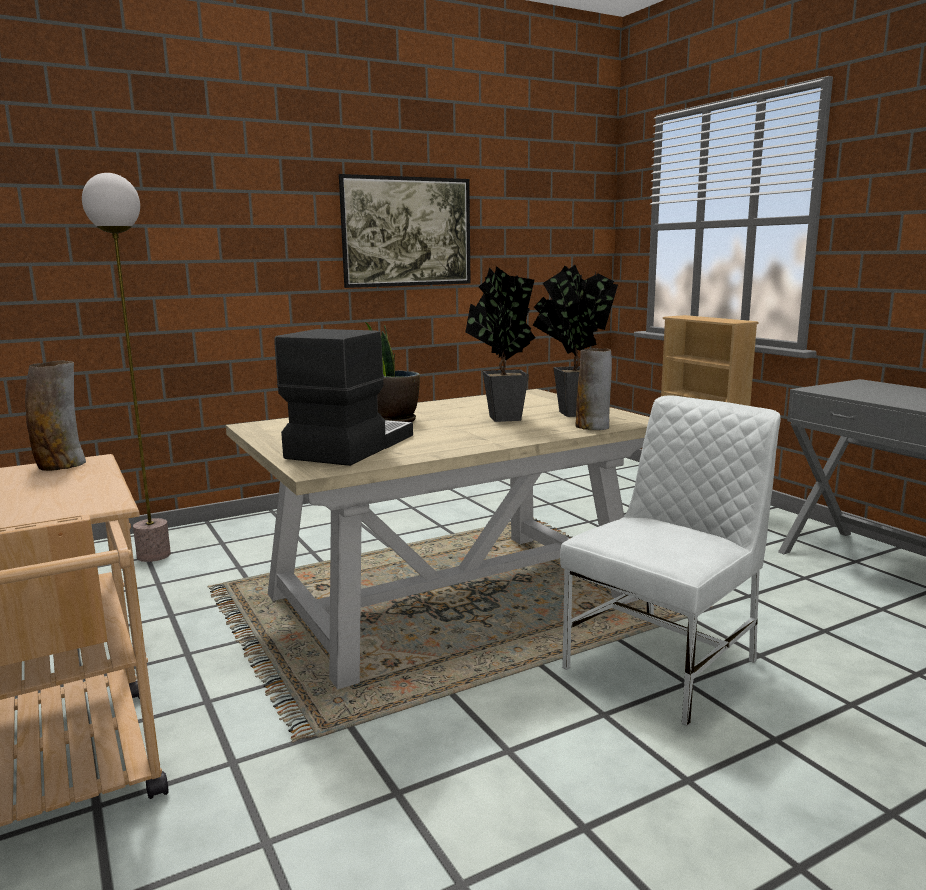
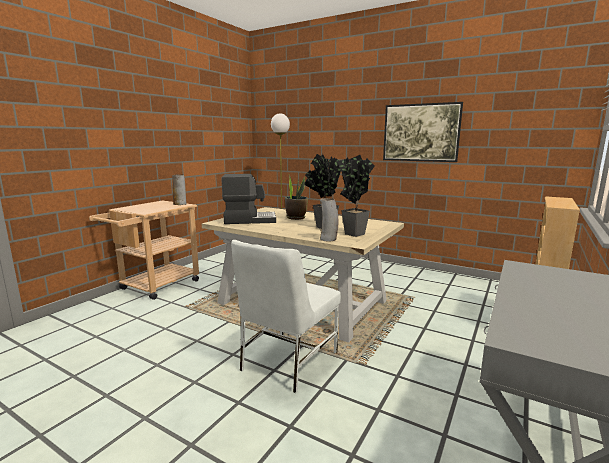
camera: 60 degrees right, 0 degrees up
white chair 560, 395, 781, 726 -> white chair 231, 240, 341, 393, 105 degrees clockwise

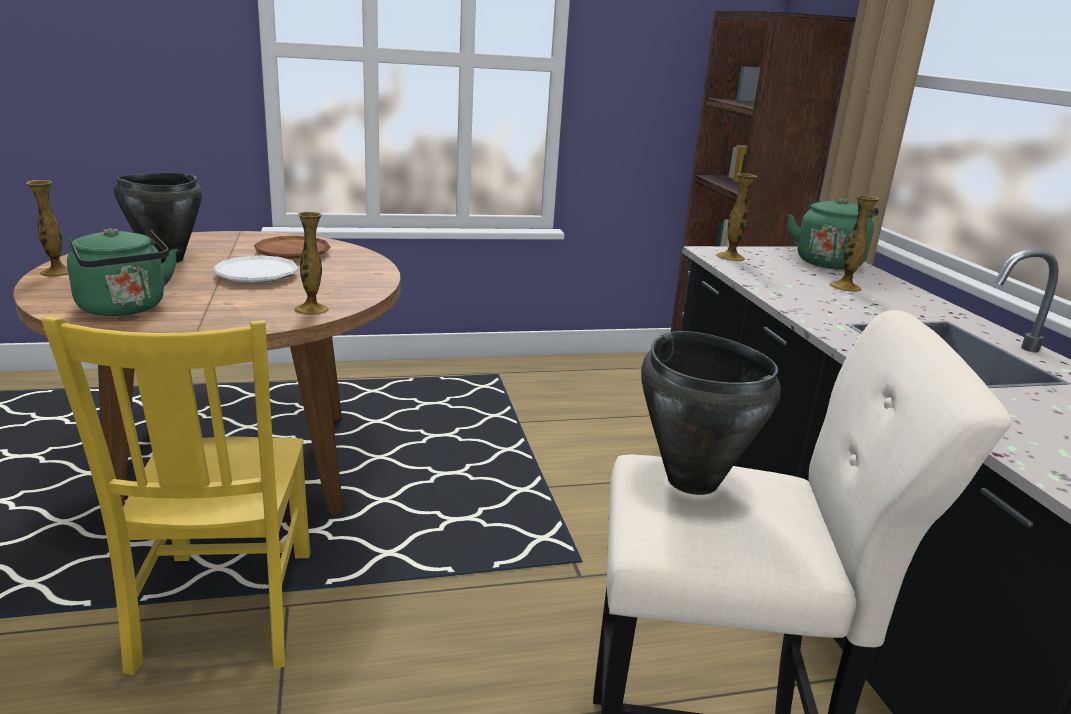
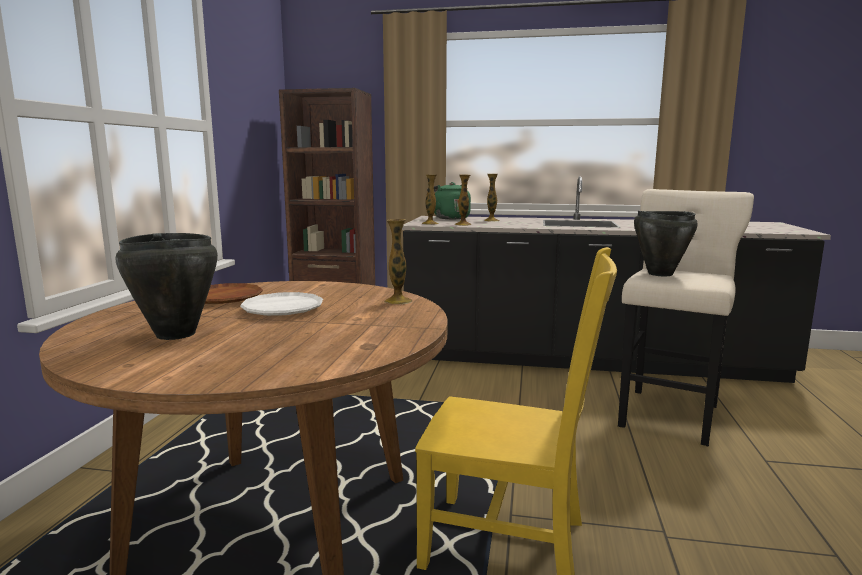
camera: 65 degrees left, 10 degrees down
vase 26, 180, 68, 277 -> vase 455, 175, 471, 226, shifted
green kettle 67, 228, 177, 316 -> none

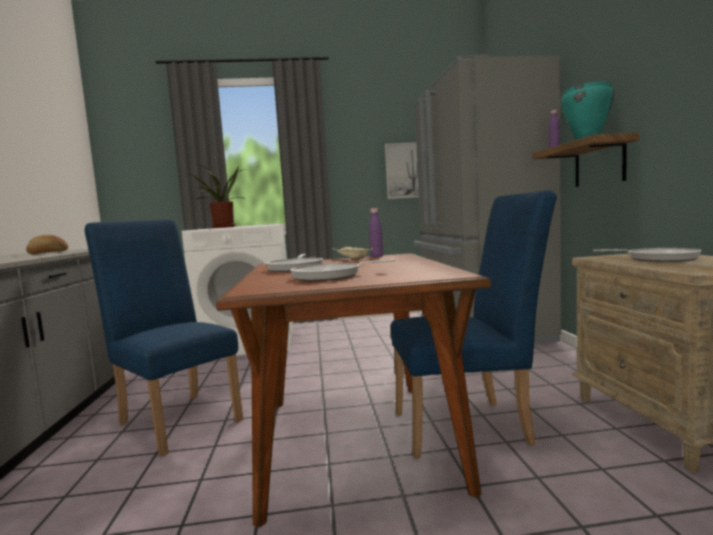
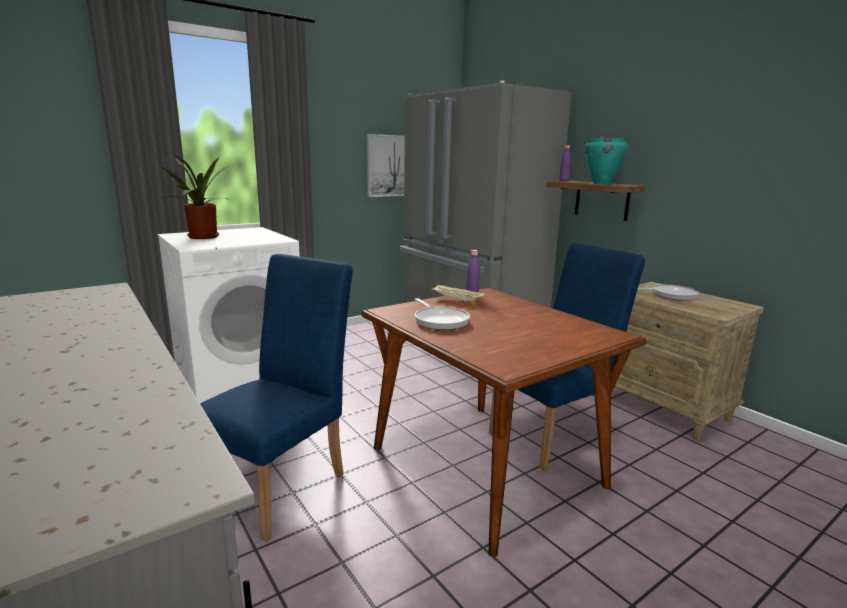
camera: 30 degrees left, 10 degrees up
blue chair 85, 219, 243, 457 -> blue chair 200, 254, 353, 542, 105 degrees clockwise
bread 26, 235, 68, 254 -> none
frying pan 291, 259, 395, 281 -> none

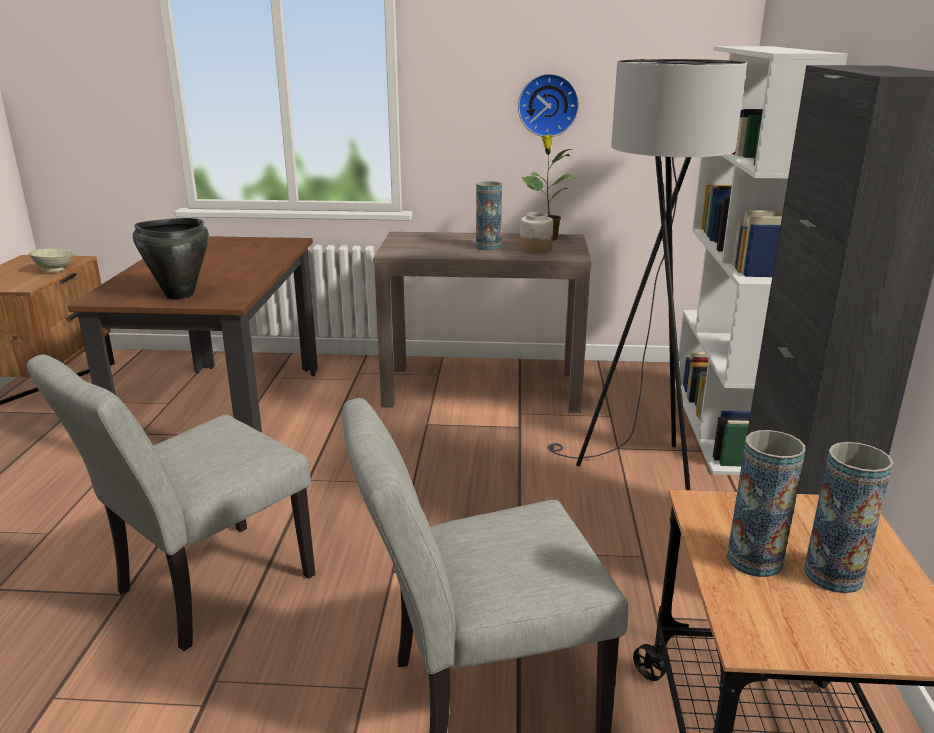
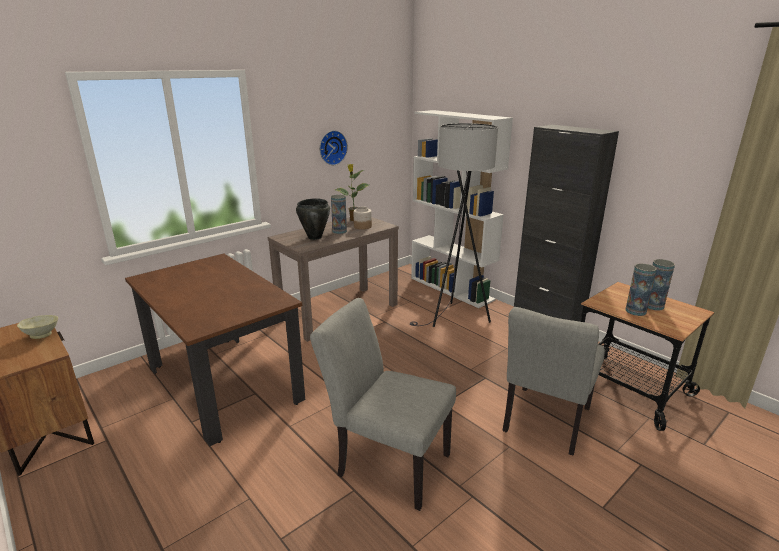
camera: 45 degrees left, 0 degrees up
black cooking pot 133, 218, 209, 299 -> black cooking pot 296, 198, 330, 240, shifted
grey chair 26, 354, 315, 651 -> grey chair 310, 298, 456, 511, 120 degrees clockwise

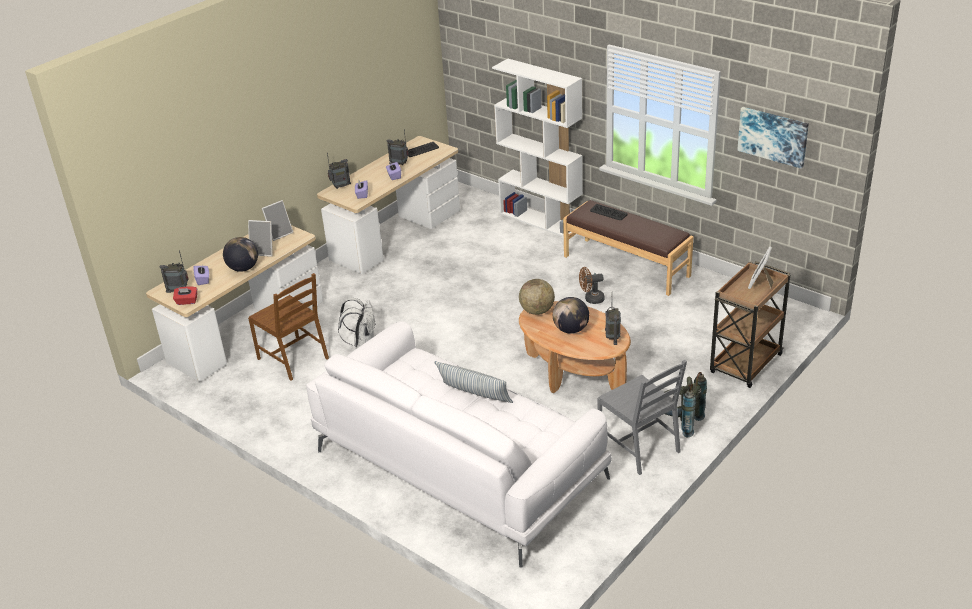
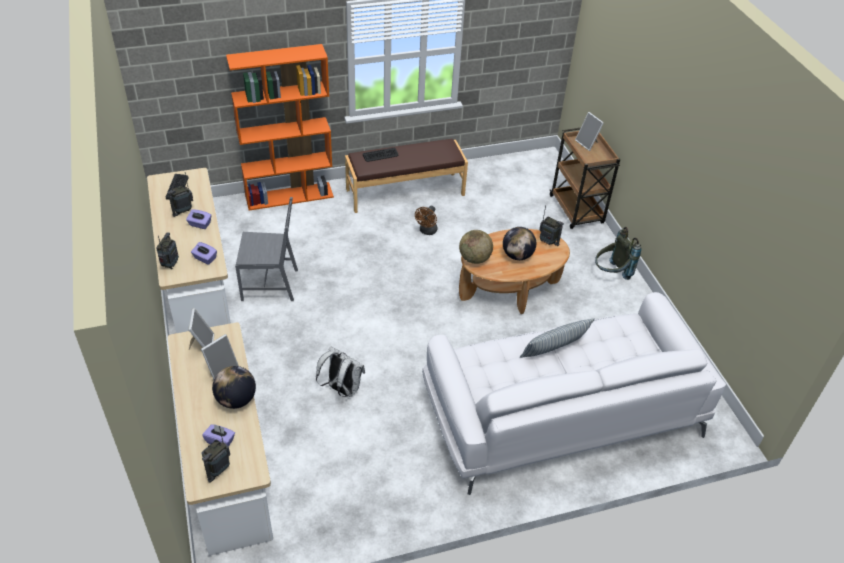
camera: 60 degrees left, 10 degrees up
white bookcase 492, 59, 583, 237 -> orange bookcase 226, 44, 334, 211
grey chair 598, 360, 687, 475 -> grey chair 235, 197, 298, 301, shifted
red tissue box 173, 286, 197, 305 -> none
brown chair 248, 273, 329, 381 -> none
picture 737, 107, 809, 169 -> none

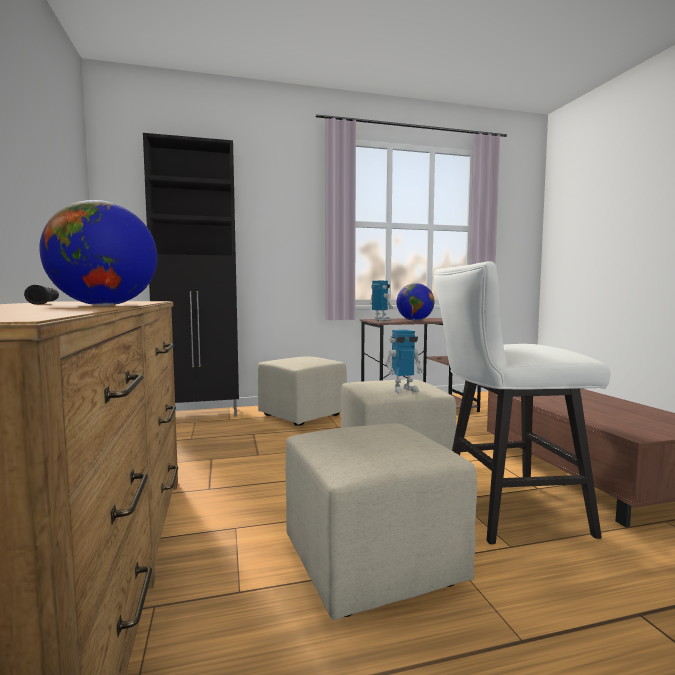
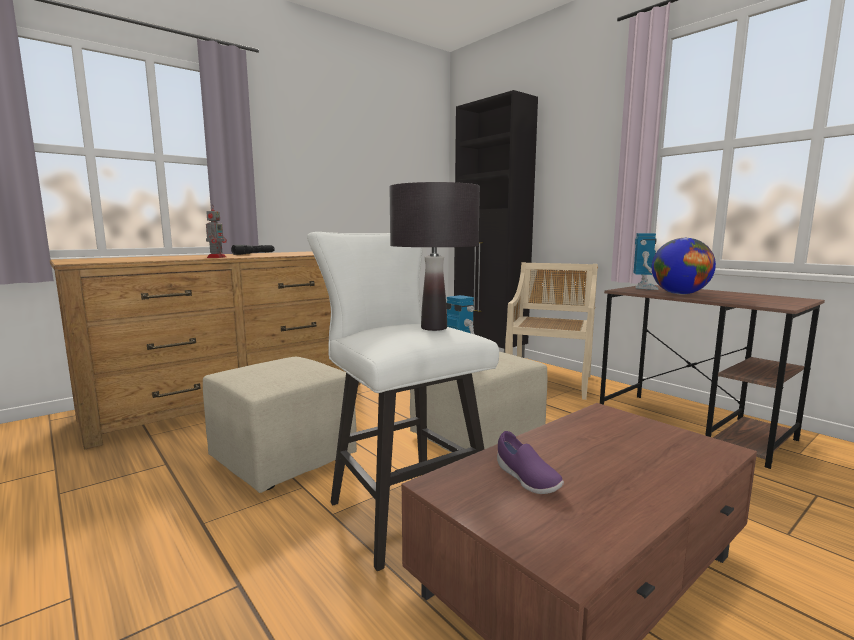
camera: 65 degrees right, 5 degrees up
globe 39, 200, 157, 306 -> toy robot 206, 204, 227, 258
none -> black table lamp 389, 182, 480, 331
none -> purple shoe 497, 431, 564, 494
beige ottoman 258, 356, 347, 426 -> beige chair 505, 262, 598, 400

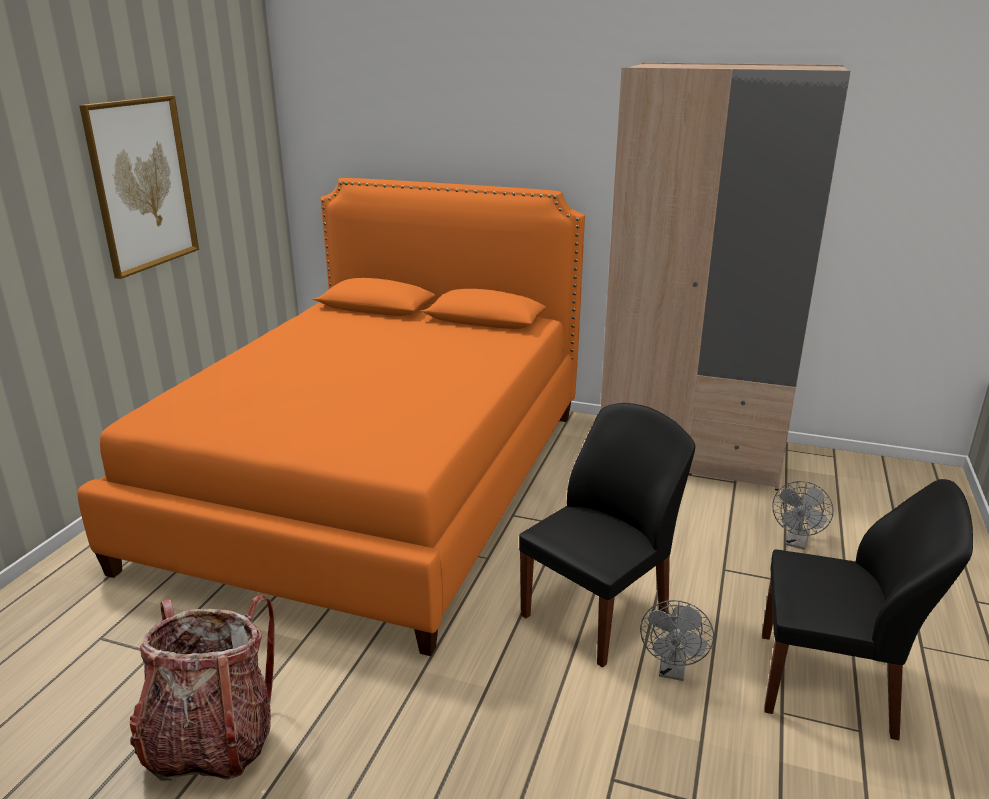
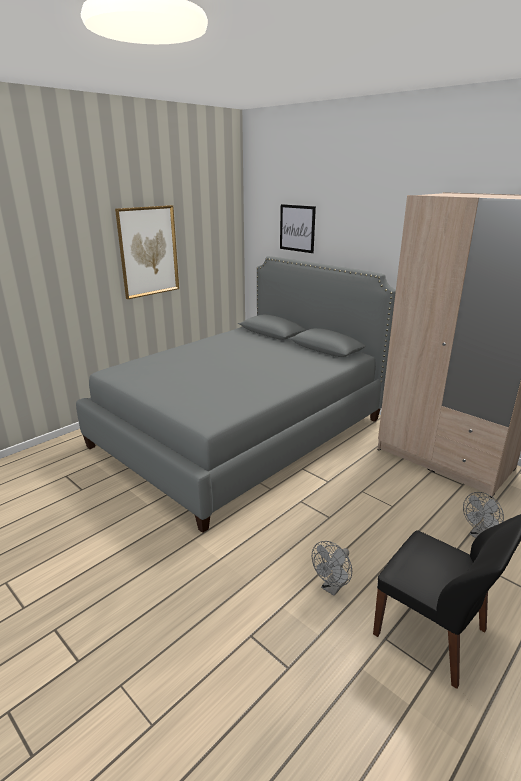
camera: 25 degrees right, 0 degrees up
orange bed 77, 178, 585, 656 -> grey bed 76, 256, 396, 533
none -> picture 280, 204, 316, 253
backpack 130, 594, 275, 781 -> none
black chair 519, 403, 695, 668 -> none

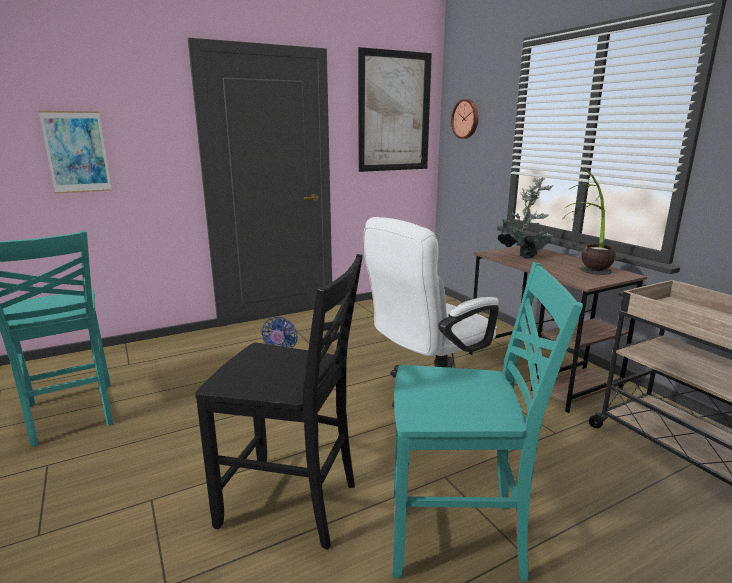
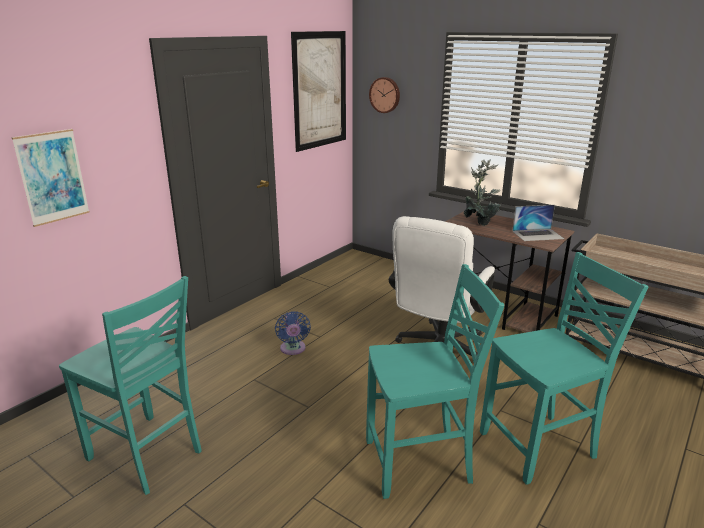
camera: 25 degrees left, 5 degrees up
black chair 195, 254, 363, 550 -> turquoise chair 366, 264, 504, 499
potted plant 565, 169, 616, 275 -> laptop 512, 205, 564, 241

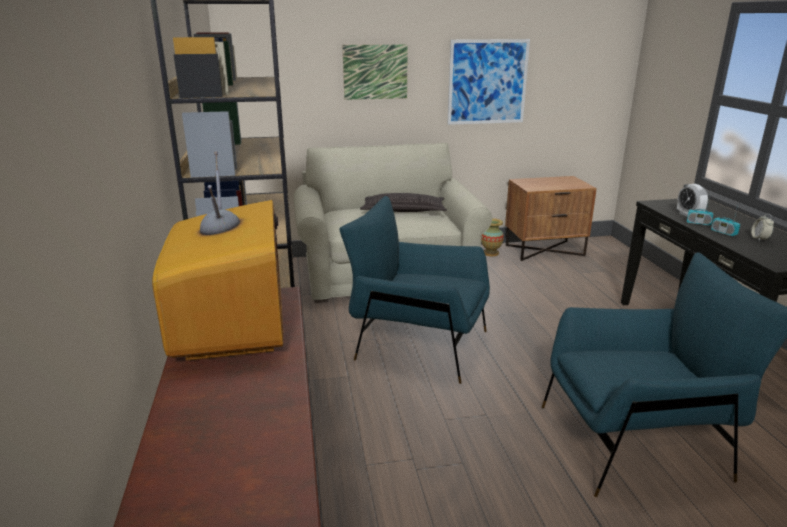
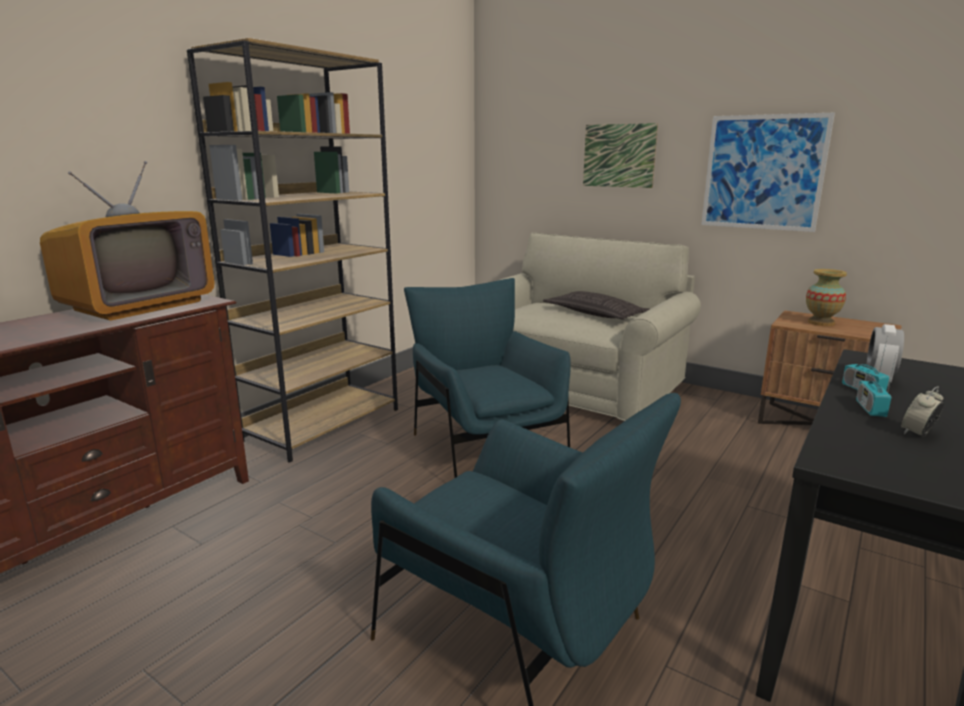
camera: 45 degrees right, 5 degrees down
vase 481, 218, 504, 256 -> vase 806, 269, 847, 326, shifted

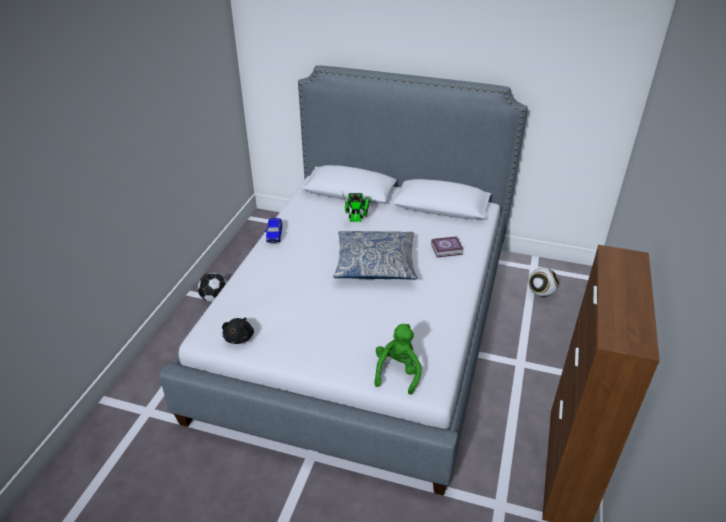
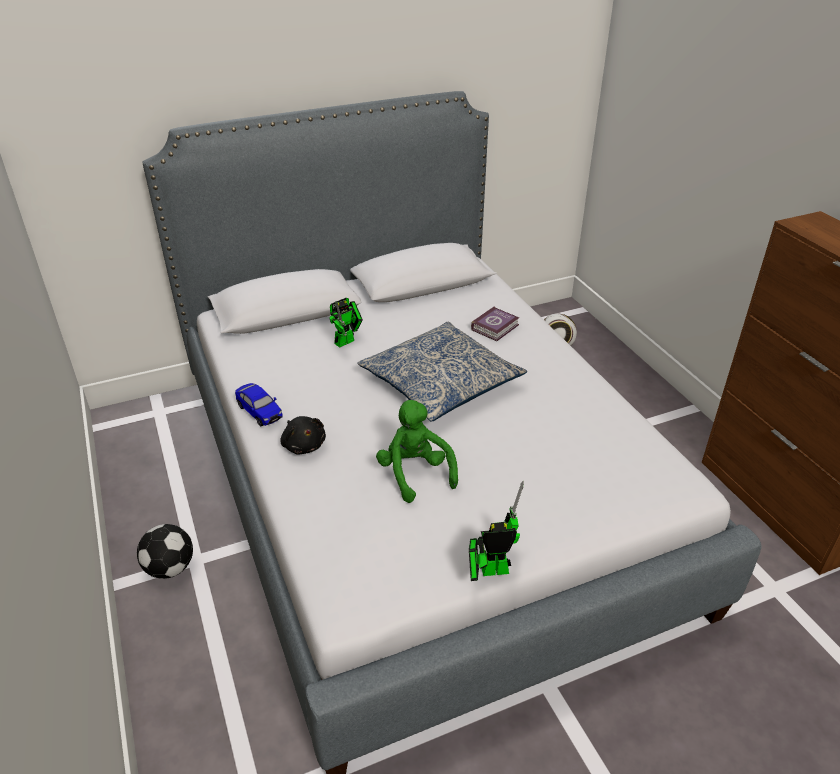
camera: 40 degrees left, 0 degrees up
black plush toy 222, 318, 254, 344 -> black plush toy 280, 416, 326, 454, shifted
green plush toy 374, 324, 422, 395 -> green plush toy 376, 400, 458, 503, shifted
none -> toy robot 469, 481, 524, 581

